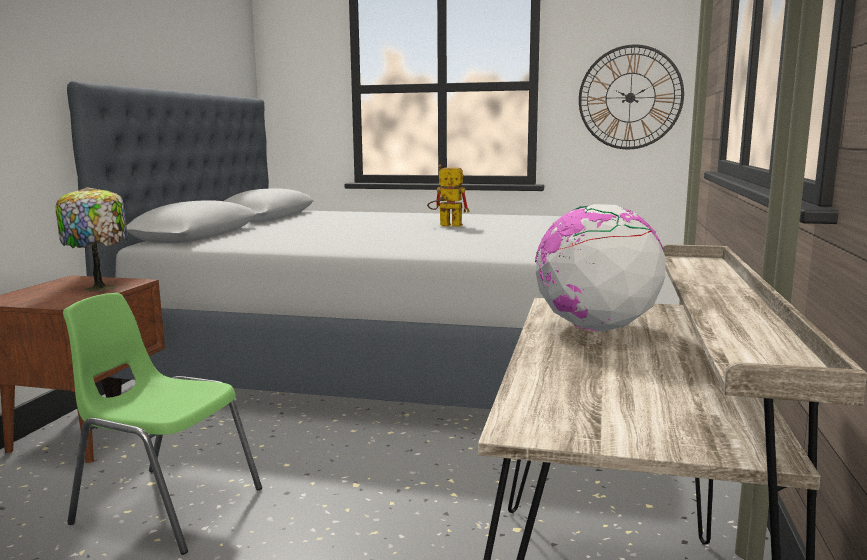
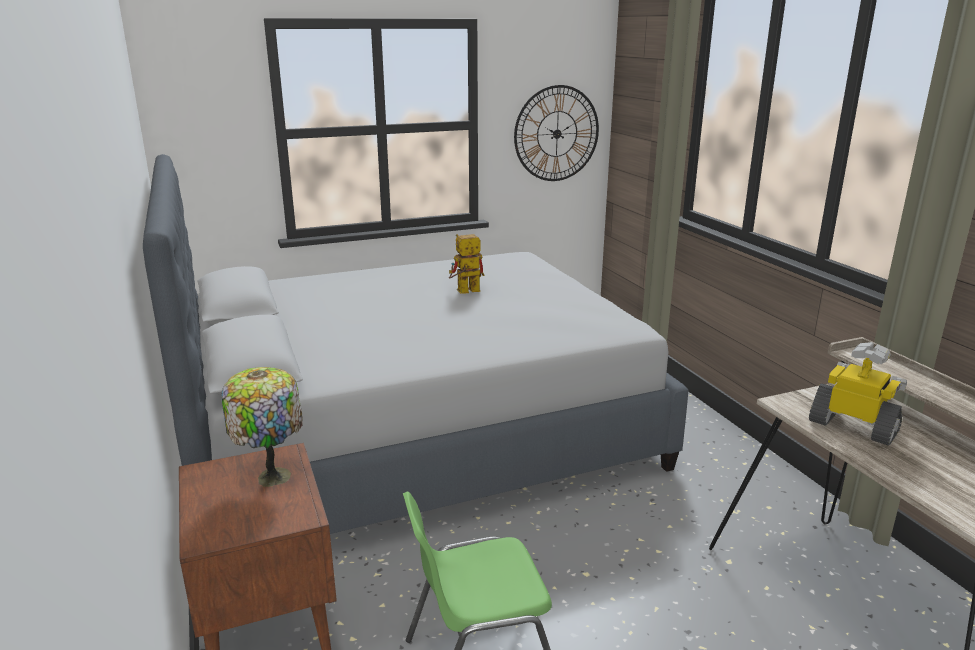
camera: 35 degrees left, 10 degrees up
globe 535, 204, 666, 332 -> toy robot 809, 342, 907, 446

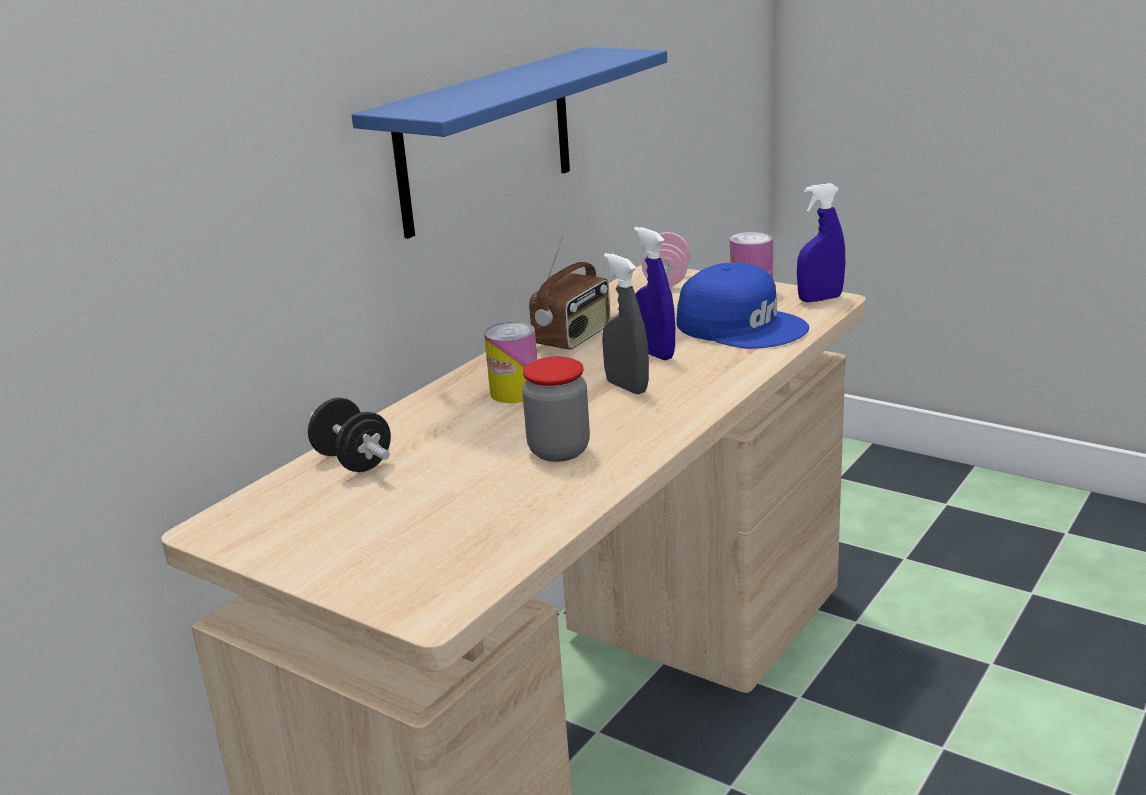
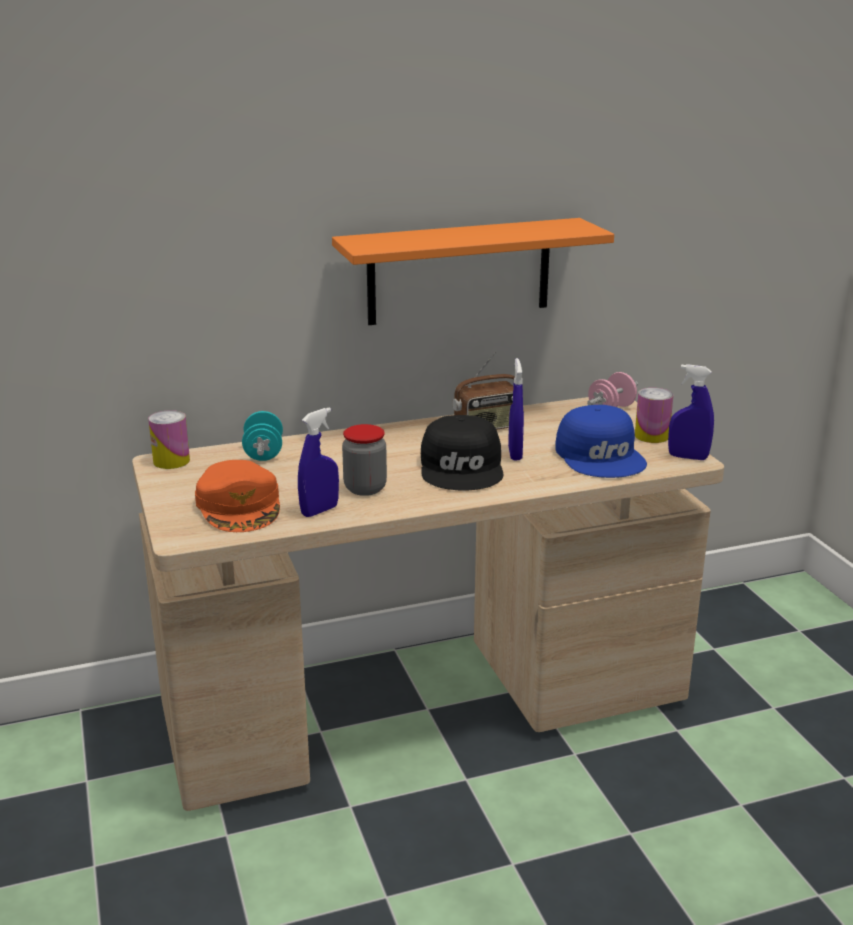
camera: 35 degrees right, 0 degrees up
can 484, 322, 537, 403 -> can 148, 410, 190, 469, shifted
none -> orange cap 195, 460, 280, 532
black dumbbell 308, 398, 391, 472 -> turquoise dumbbell 242, 411, 283, 461
none -> blue spray bottle 298, 407, 339, 517
blue shelf 352, 47, 667, 239 -> orange shelf 332, 218, 614, 325
grey spray bottle 602, 253, 649, 394 -> black cap 421, 415, 504, 491

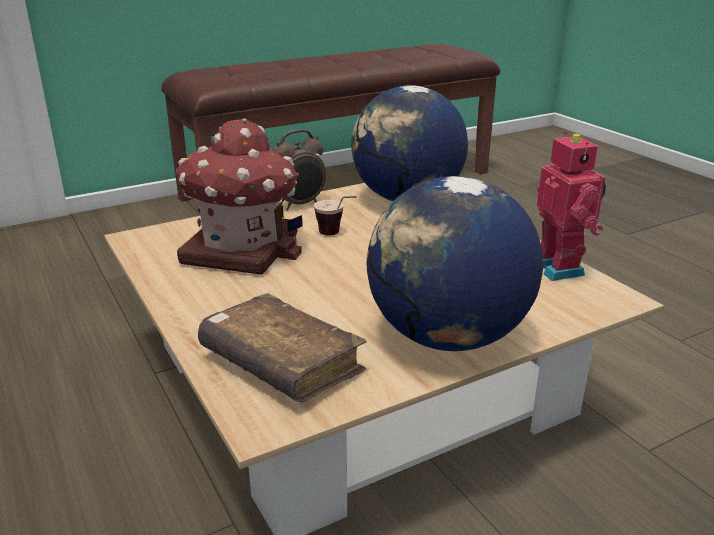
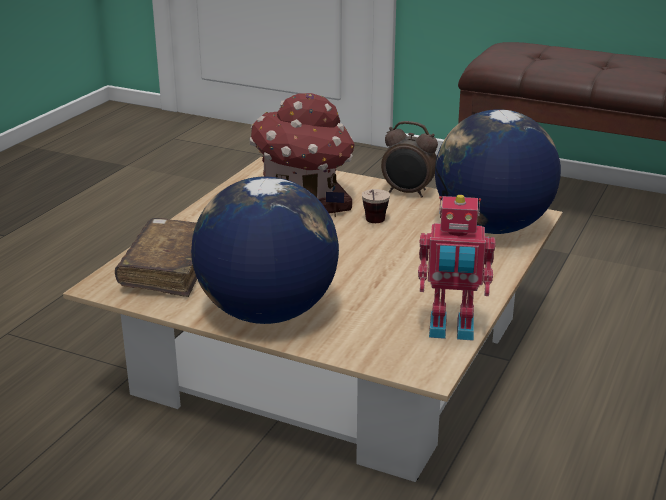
camera: 55 degrees right, 0 degrees up
toy robot 537, 131, 606, 281 -> toy robot 418, 195, 495, 341, 60 degrees clockwise

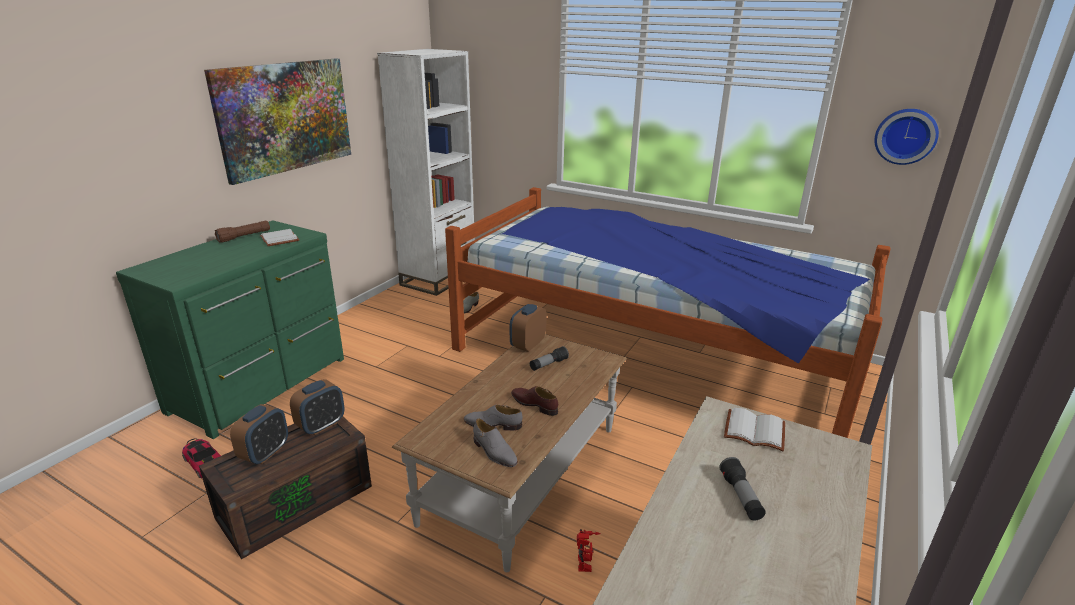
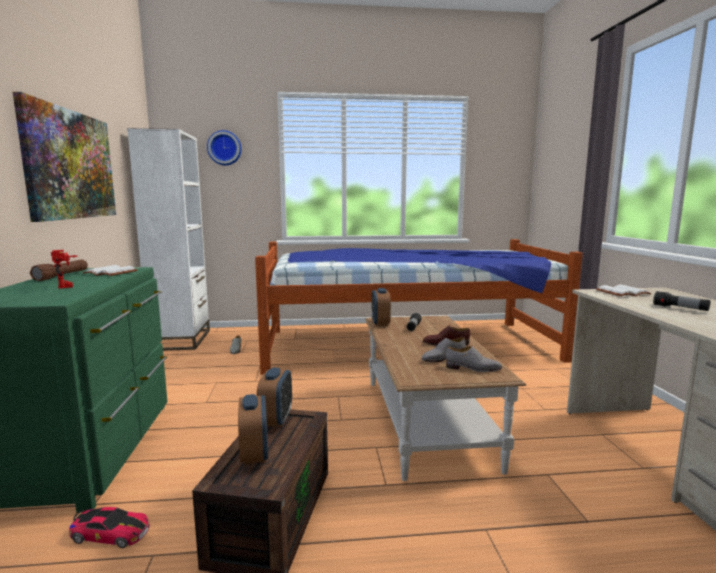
camera: 35 degrees left, 15 degrees down
toy robot 577, 529, 601, 572 -> toy robot 51, 250, 78, 289, shifted
wall clock 874, 109, 939, 165 -> wall clock 207, 130, 242, 165, shifted

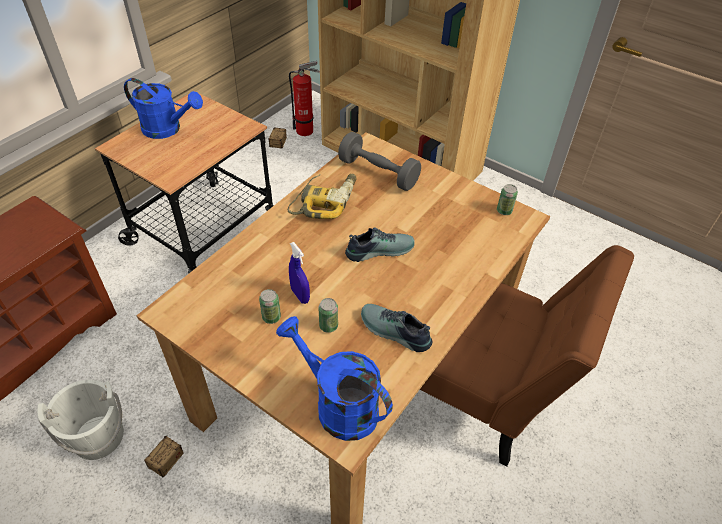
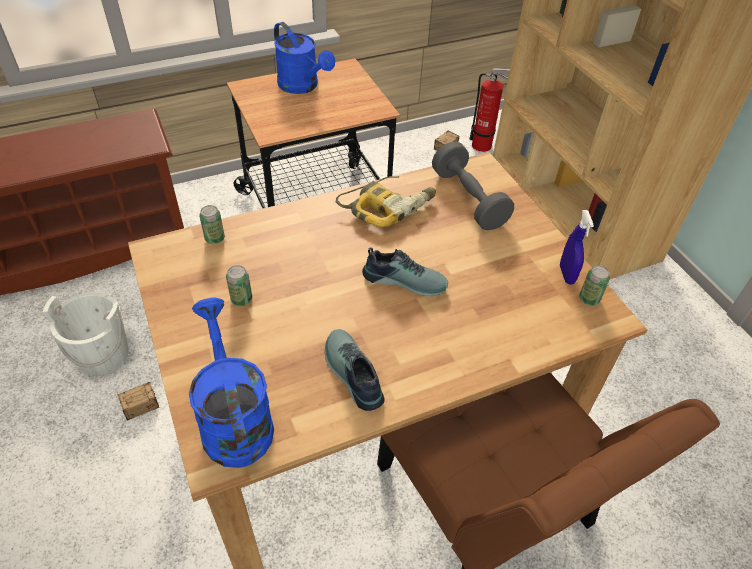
camera: 30 degrees right, 0 degrees up
can 319, 298, 338, 333 -> can 199, 205, 225, 244, shifted
blue spray bottle 289, 242, 310, 304 -> blue spray bottle 560, 210, 594, 285, shifted

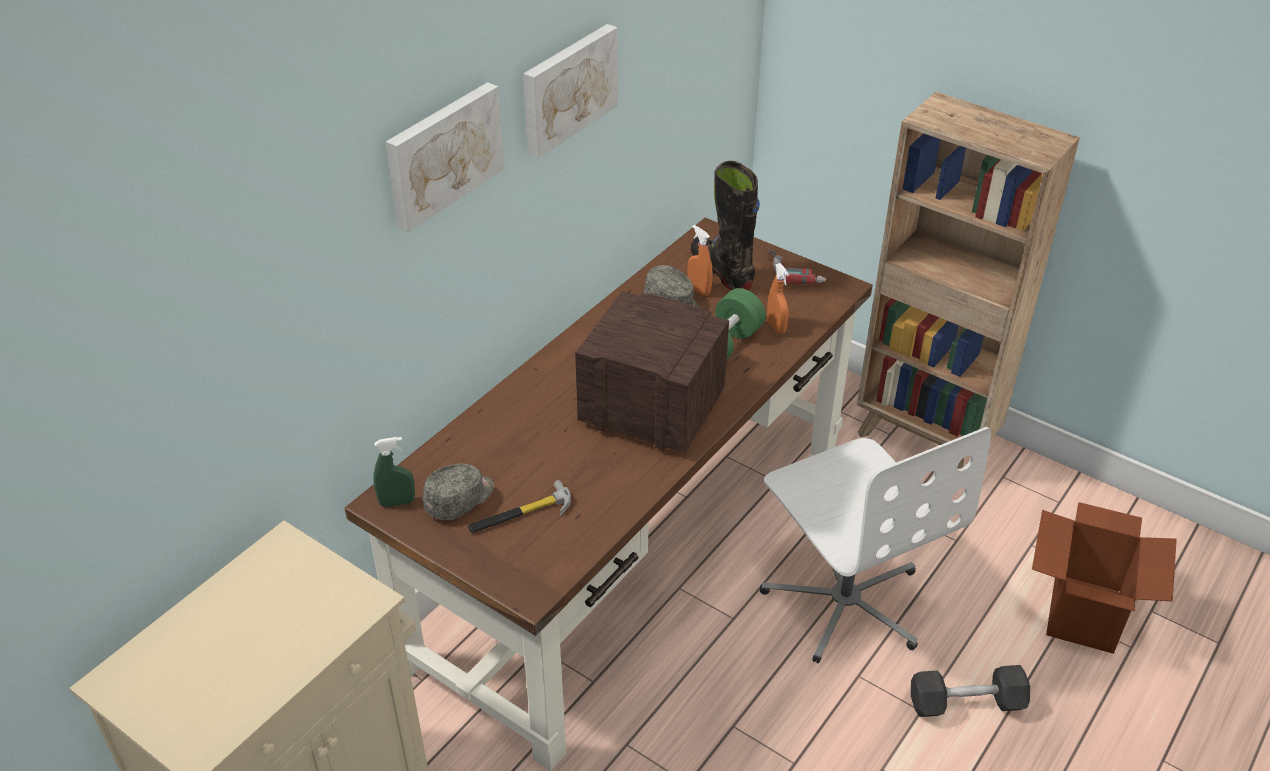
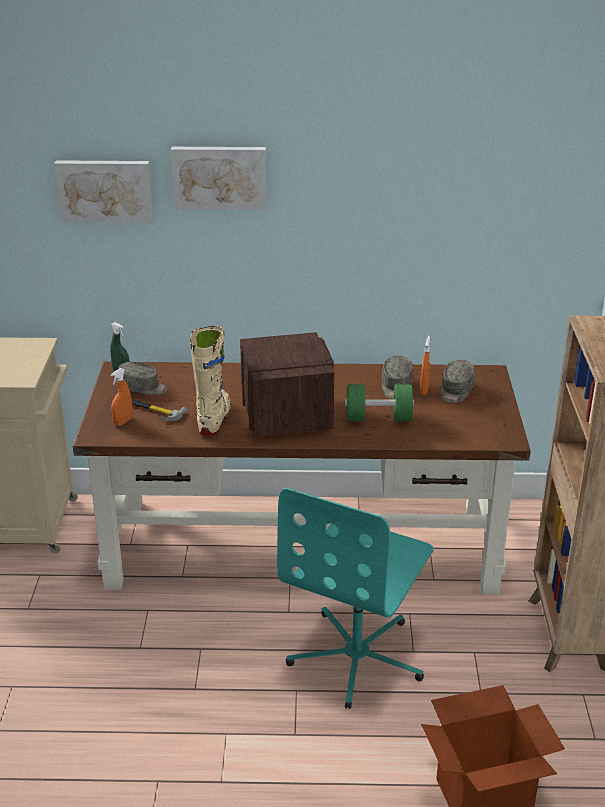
camera: 55 degrees right, 10 degrees down
picture 523, 24, 618, 158 -> picture 54, 160, 154, 223, shifted
orange spray bottle 767, 263, 789, 334 -> orange spray bottle 111, 368, 133, 426, shifted
none -> beige boot 190, 326, 231, 436
white office chair 760, 427, 991, 663 -> turquoise office chair 277, 488, 434, 709
black boot 691, 161, 760, 290 -> grey cap 440, 360, 476, 403
power drill 767, 248, 826, 285 -> none
black dumbbell 911, 665, 1030, 717 -> none

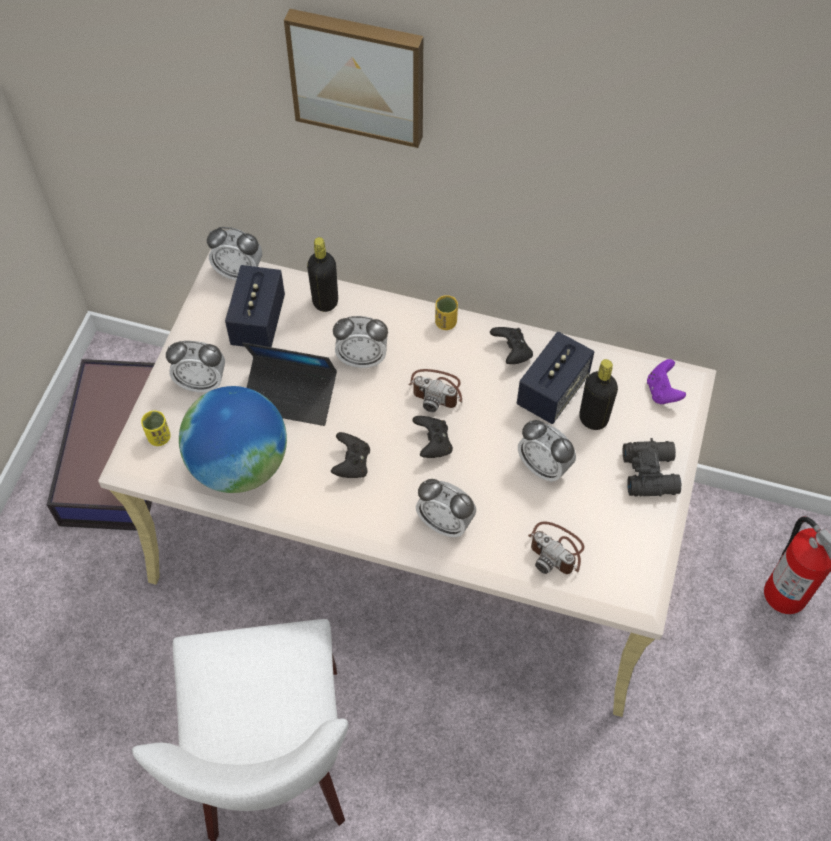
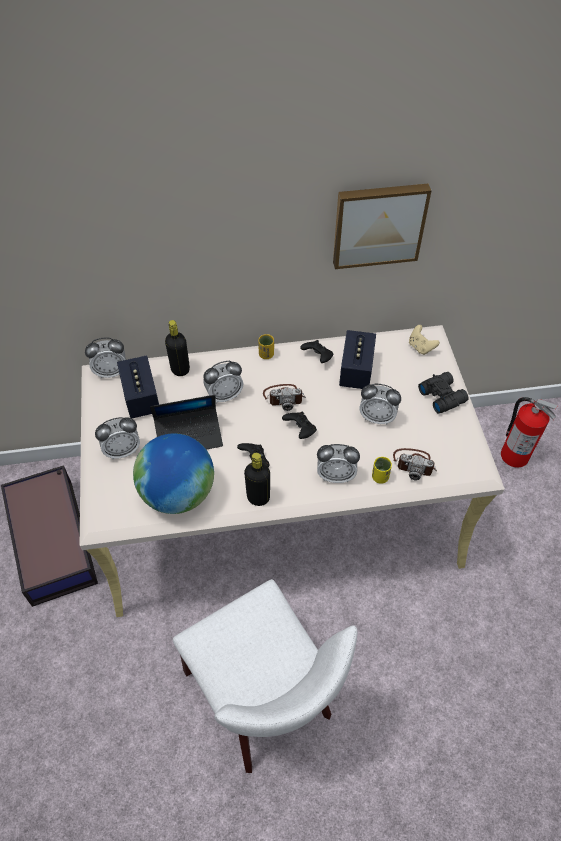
camera: 25 degrees left, 5 degrees down
black bottle 579, 359, 618, 430 -> black bottle 244, 453, 270, 506, shifted
picture 284, 9, 423, 148 -> picture 333, 183, 432, 269, shifted
yellow cup 141, 410, 171, 446 -> yellow cup 372, 457, 392, 484, shifted
purple game controller 647, 359, 686, 404 -> beige game controller 409, 325, 440, 355

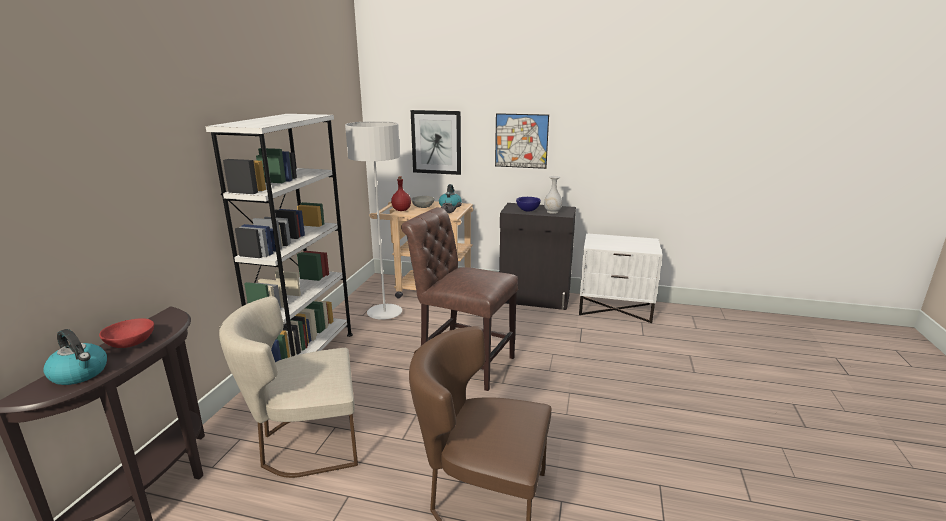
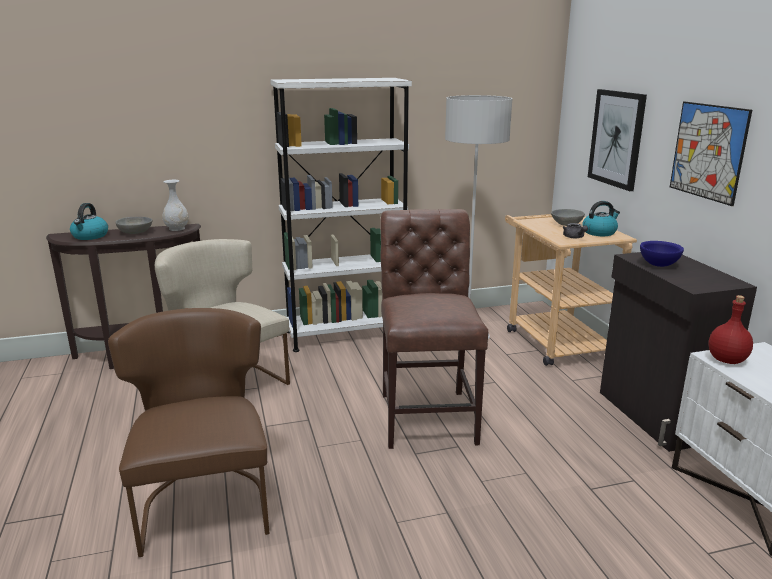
camera: 60 degrees right, 0 degrees up
red bowl 99, 318, 154, 348 -> grey bowl 115, 217, 152, 234
white vase 544, 176, 562, 214 -> white vase 163, 180, 189, 231, shifted
red bottle 391, 176, 411, 211 -> red bottle 708, 295, 753, 364, shifted

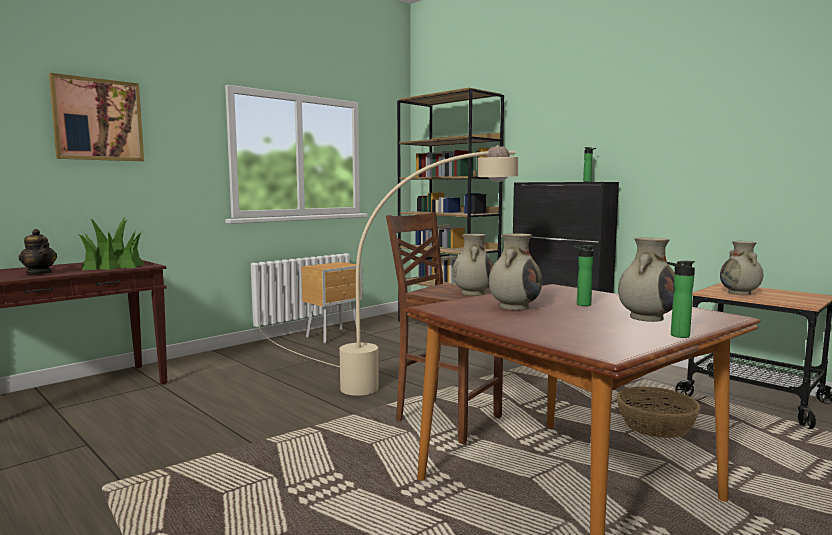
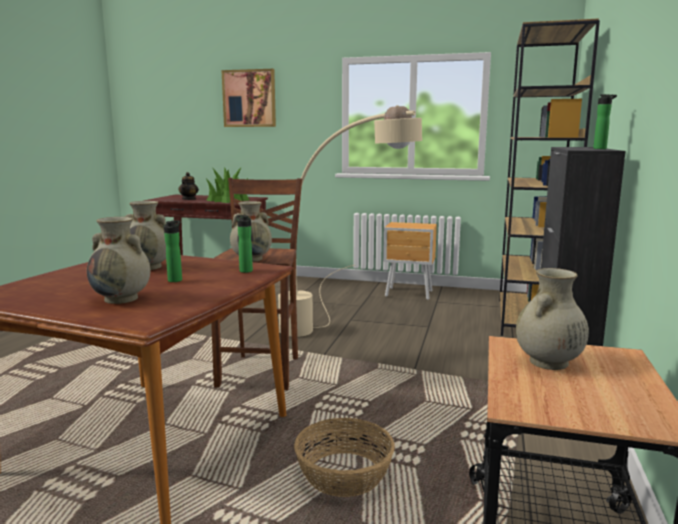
camera: 60 degrees right, 5 degrees up
bottle 667, 261, 695, 338 -> bottle 236, 215, 253, 273, shifted

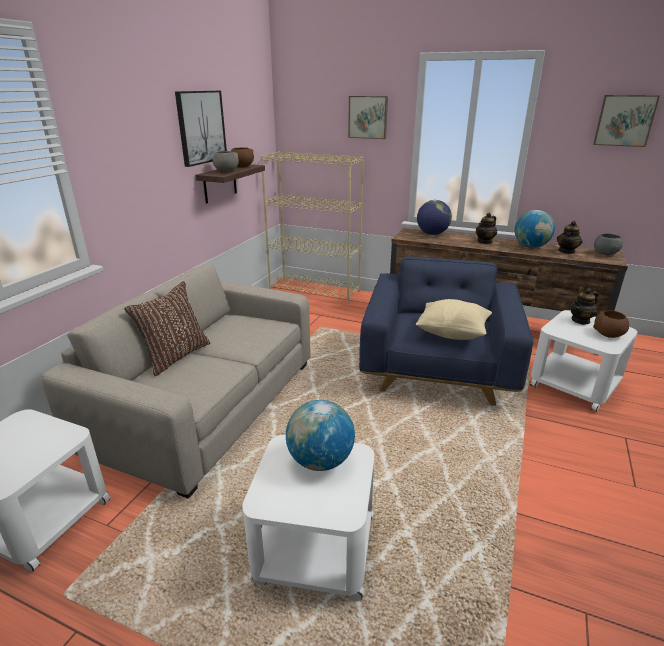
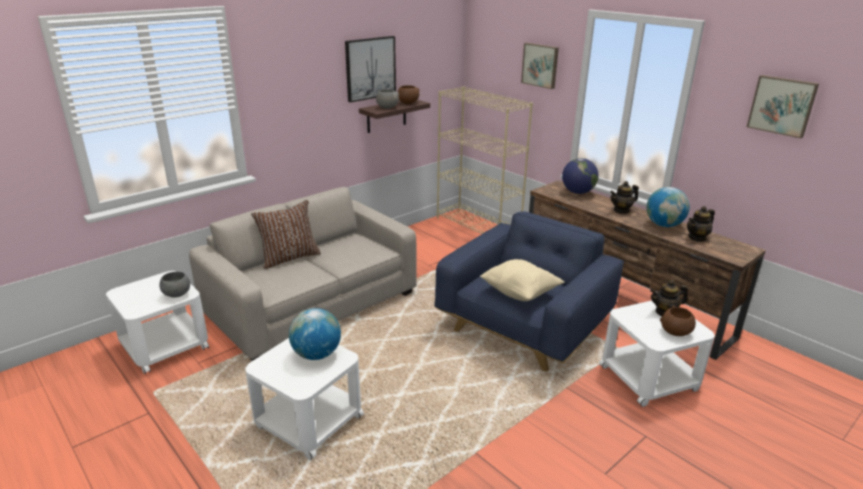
camera: 25 degrees right, 0 degrees up
grey bowl 594, 233, 623, 255 -> grey bowl 159, 272, 190, 298, shifted

